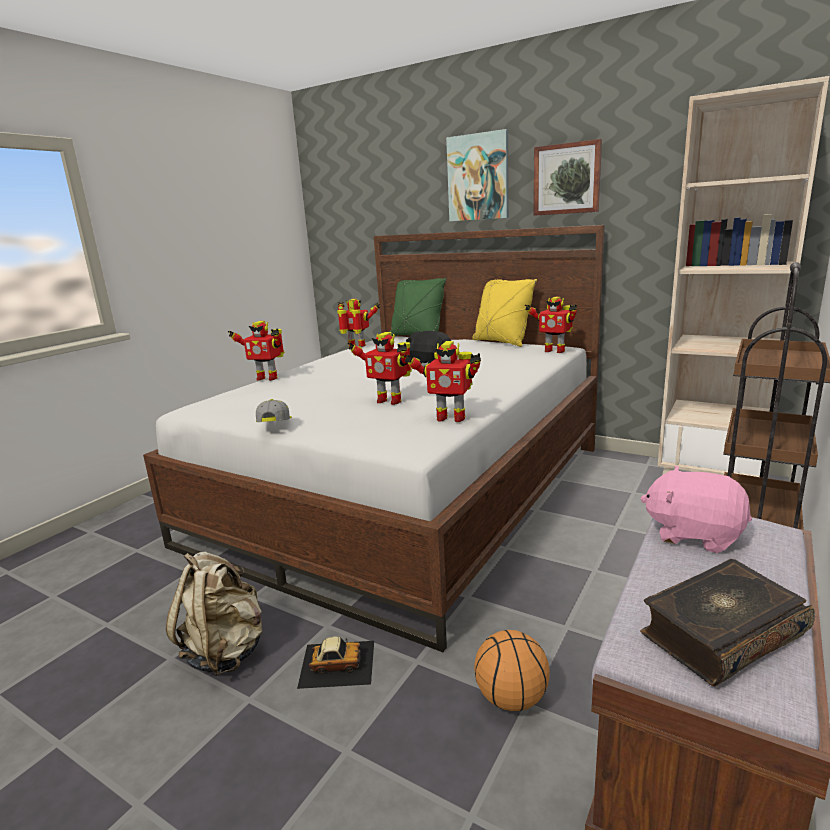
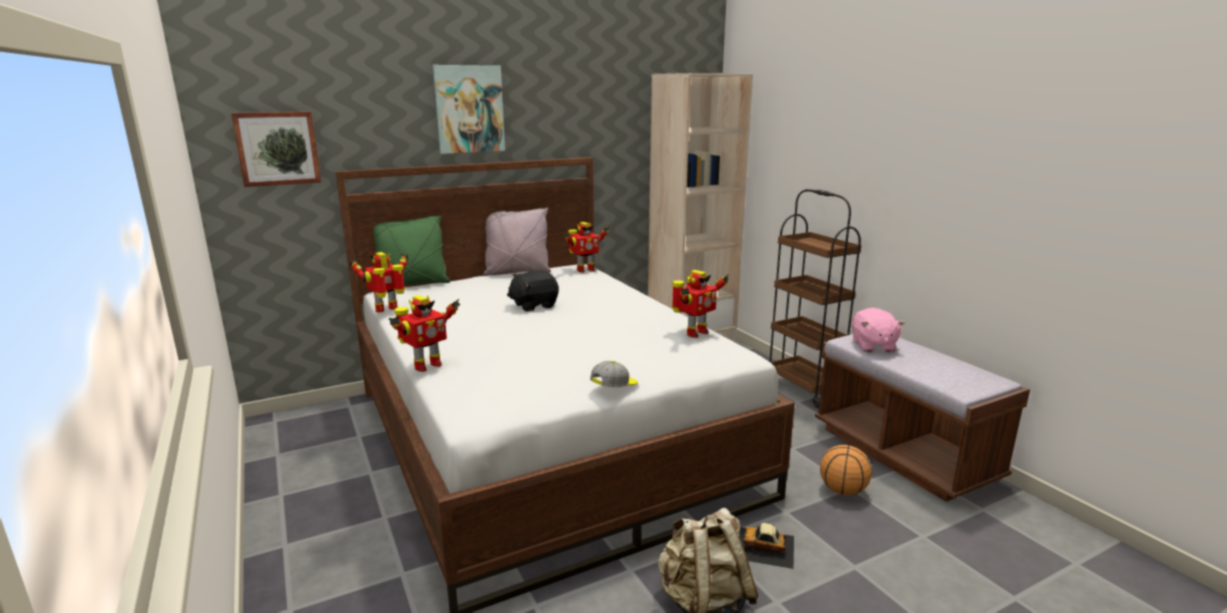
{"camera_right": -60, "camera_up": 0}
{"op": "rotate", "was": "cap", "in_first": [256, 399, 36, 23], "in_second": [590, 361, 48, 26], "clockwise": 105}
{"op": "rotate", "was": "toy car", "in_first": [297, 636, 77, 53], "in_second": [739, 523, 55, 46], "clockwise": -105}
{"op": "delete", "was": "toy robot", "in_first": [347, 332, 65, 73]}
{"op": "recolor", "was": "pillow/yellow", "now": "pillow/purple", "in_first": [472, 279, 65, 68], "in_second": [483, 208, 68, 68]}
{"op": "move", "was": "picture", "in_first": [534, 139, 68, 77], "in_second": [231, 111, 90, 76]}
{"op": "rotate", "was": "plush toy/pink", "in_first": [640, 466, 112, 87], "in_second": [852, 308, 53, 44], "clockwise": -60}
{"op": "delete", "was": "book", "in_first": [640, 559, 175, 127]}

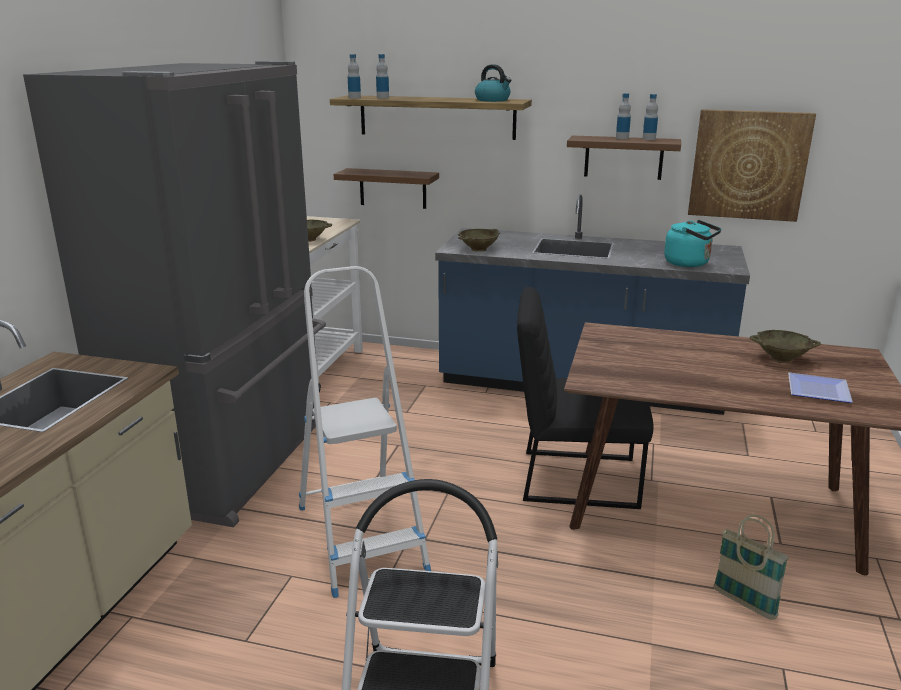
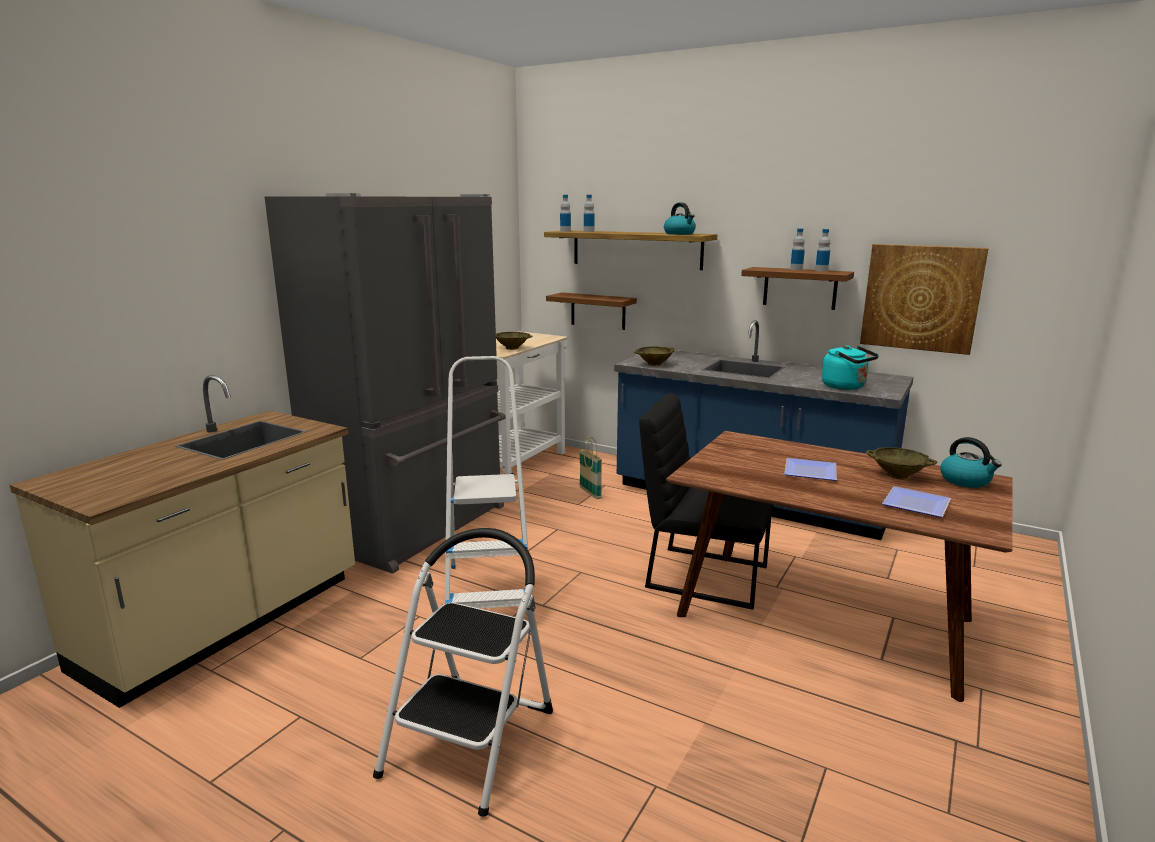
{"camera_right": 15, "camera_up": -5}
{"op": "move", "was": "basket", "in_first": [713, 515, 76, 105], "in_second": [579, 437, 23, 62]}
{"op": "insert", "now": "plate", "in_second": [784, 458, 53, 23]}
{"op": "insert", "now": "kettle", "in_second": [940, 437, 62, 51]}

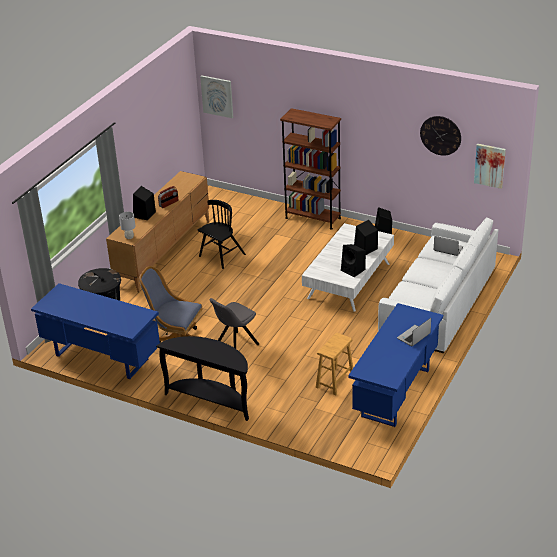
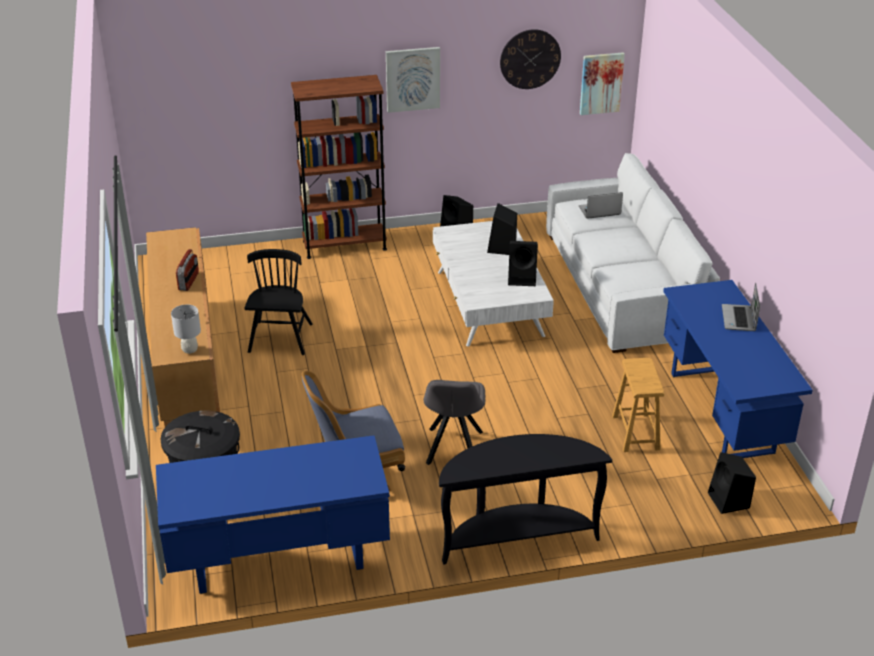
{"camera_right": -40, "camera_up": 0}
{"op": "move", "was": "speaker/black", "in_first": [133, 186, 23, 34], "in_second": [708, 452, 48, 62]}
{"op": "move", "was": "picture", "in_first": [200, 75, 33, 43], "in_second": [386, 47, 54, 66]}

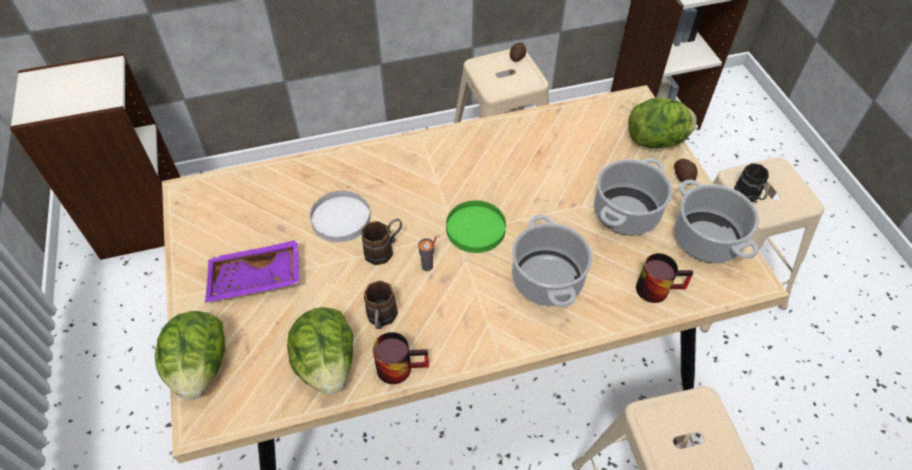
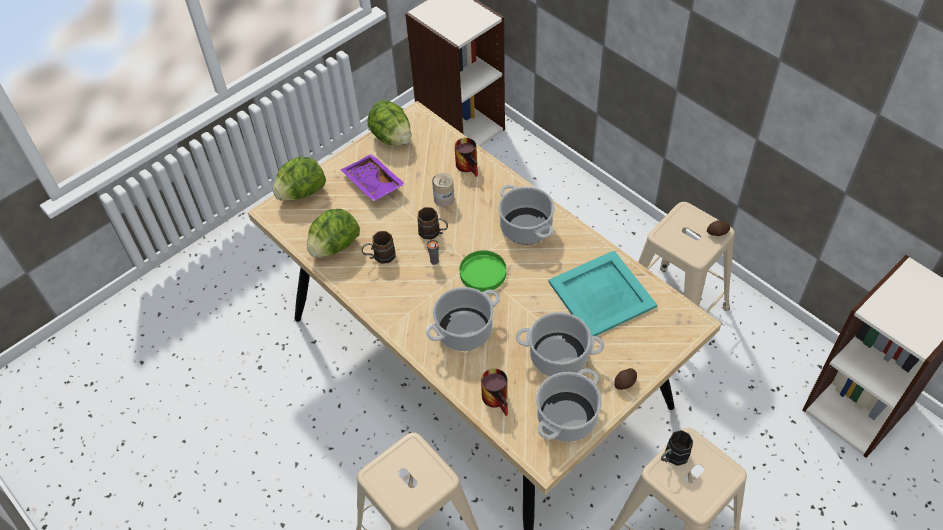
{"camera_right": 65, "camera_up": 0}
{"op": "replace", "was": "plate/white", "now": "can", "in_first": [310, 191, 60, 51], "in_second": [432, 173, 22, 34]}
{"op": "move", "was": "mug", "in_first": [373, 332, 56, 52], "in_second": [455, 138, 23, 39]}
{"op": "move", "was": "lettuce", "in_first": [628, 98, 69, 50], "in_second": [368, 100, 43, 46]}
{"op": "insert", "now": "cooking pot", "in_second": [498, 185, 57, 60]}
{"op": "insert", "now": "tray/turquoise", "in_second": [548, 250, 109, 86]}

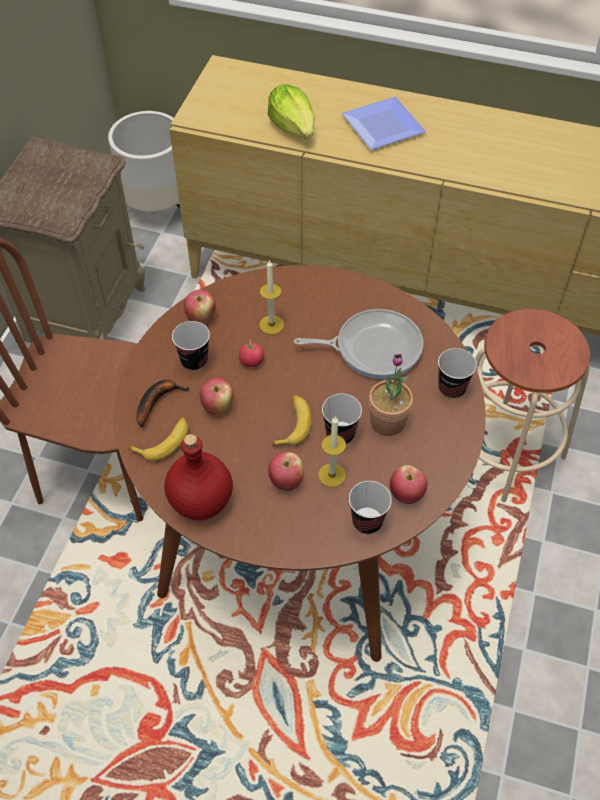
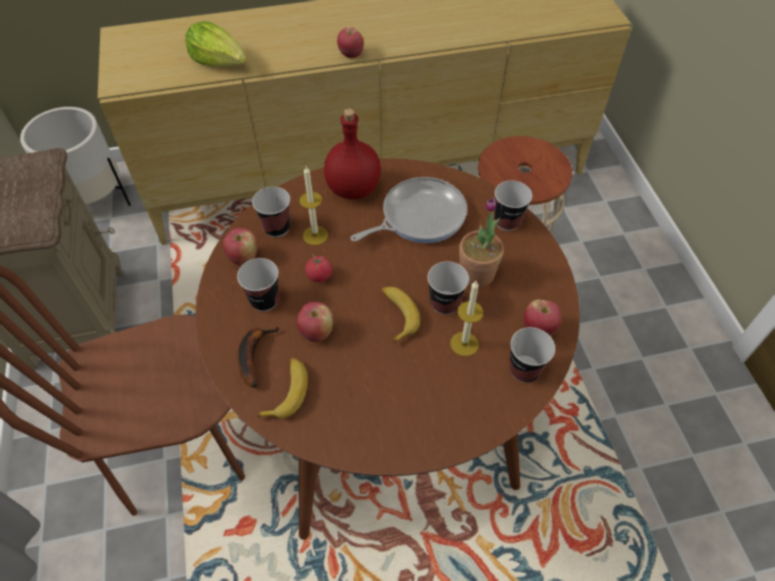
{"camera_right": -30, "camera_up": 0}
{"op": "move", "was": "bottle/red", "in_first": [164, 434, 69, 87], "in_second": [324, 108, 57, 91]}
{"op": "move", "was": "apple", "in_first": [268, 451, 36, 40], "in_second": [337, 27, 27, 31]}
{"op": "delete", "was": "plate", "in_first": [341, 96, 85, 54]}
{"op": "insert", "now": "cup", "in_second": [252, 187, 38, 50]}

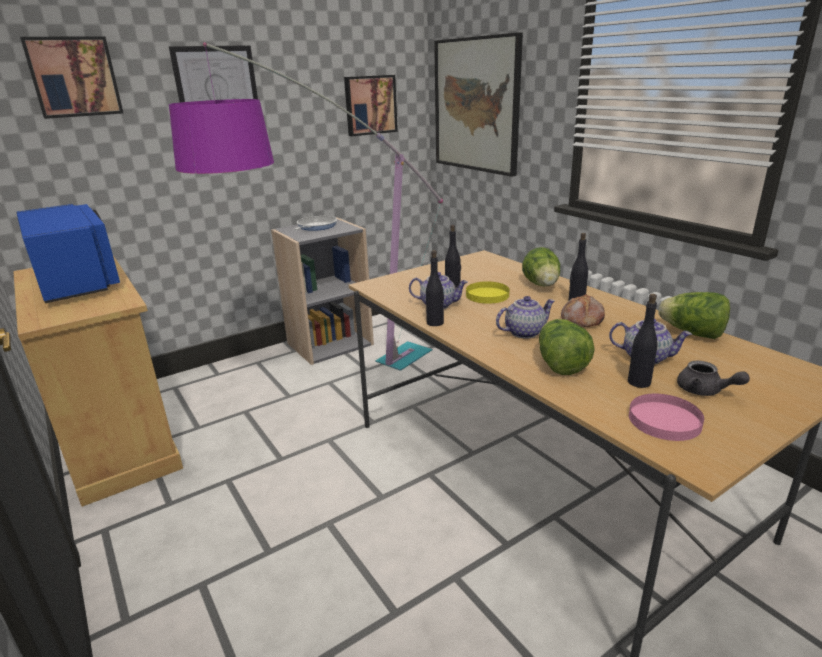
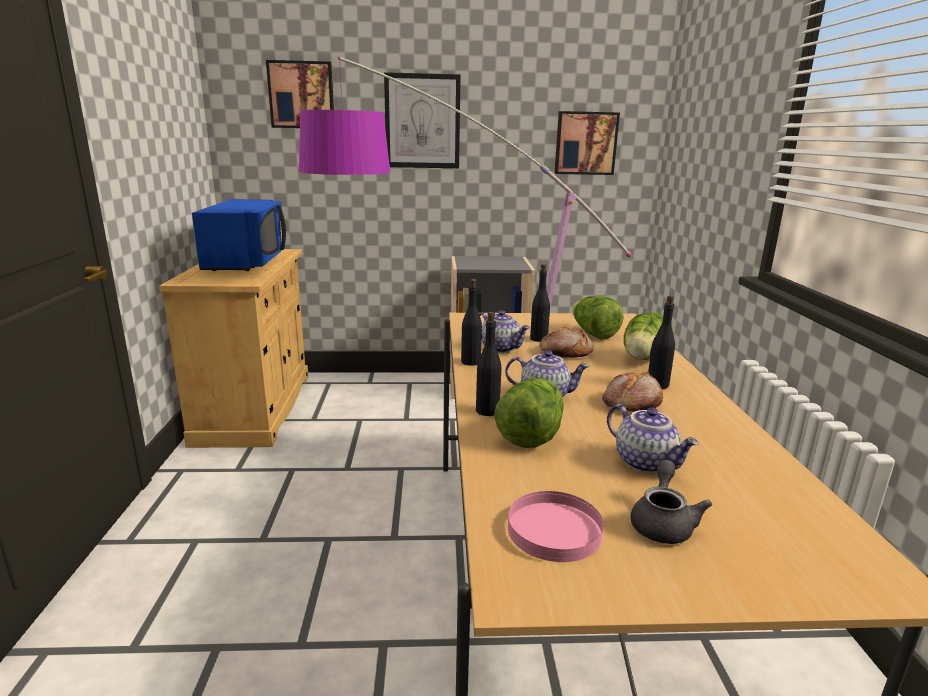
{"camera_right": 30, "camera_up": -5}
{"op": "delete", "was": "frying pan", "in_first": [294, 216, 43, 15]}
{"op": "delete", "was": "picture", "in_first": [434, 32, 89, 145]}
{"op": "replace", "was": "plate/yellow", "now": "bread", "in_first": [466, 281, 44, 23], "in_second": [540, 327, 54, 31]}
{"op": "move", "was": "bottle/black", "in_first": [628, 294, 30, 94], "in_second": [476, 312, 25, 104]}
{"op": "move", "was": "lettuce", "in_first": [659, 292, 71, 47], "in_second": [572, 296, 51, 43]}
{"op": "rotate", "was": "teapot/grey", "in_first": [677, 361, 73, 35], "in_second": [630, 460, 82, 84], "clockwise": -150}

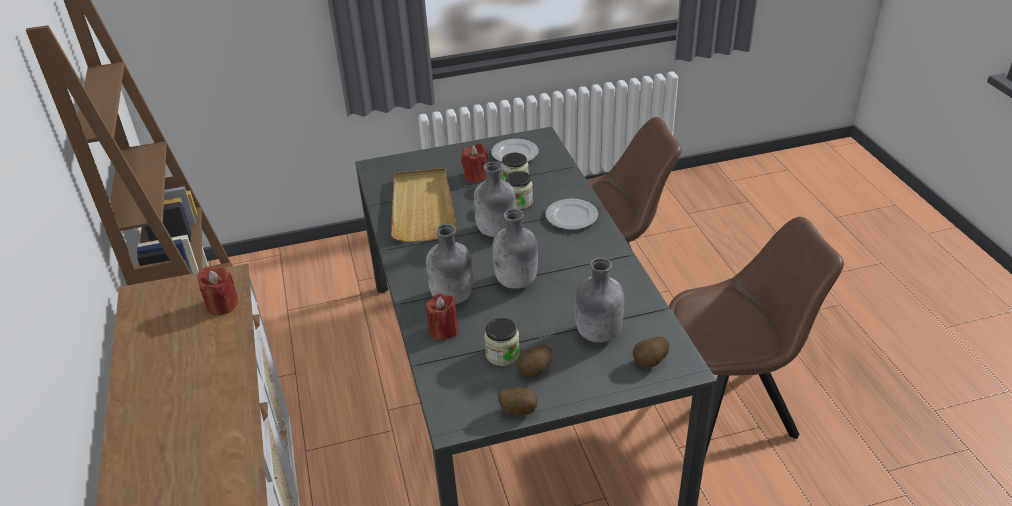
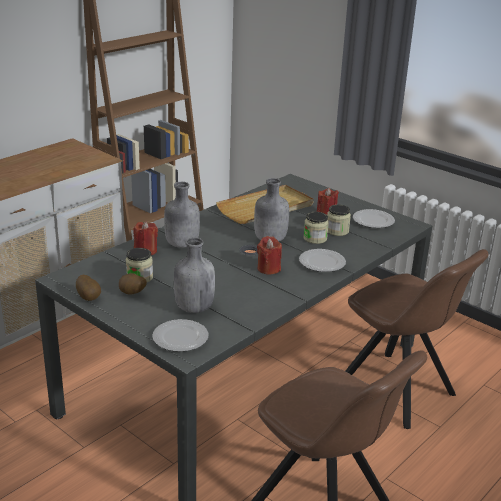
{"camera_right": 55, "camera_up": -10}
{"op": "move", "was": "candle/red", "in_first": [197, 267, 41, 48], "in_second": [257, 236, 25, 38]}
{"op": "delete", "was": "bottle/grey", "in_first": [492, 209, 46, 80]}
{"op": "replace", "was": "potato", "now": "plate", "in_first": [633, 337, 36, 30], "in_second": [152, 319, 57, 33]}

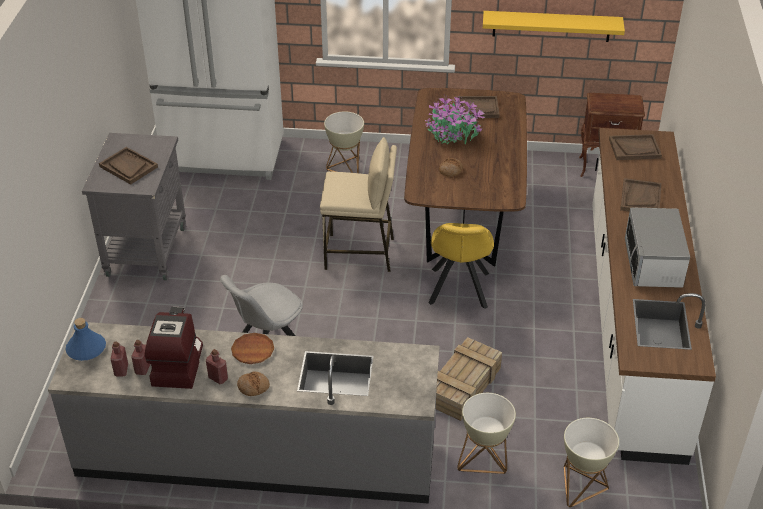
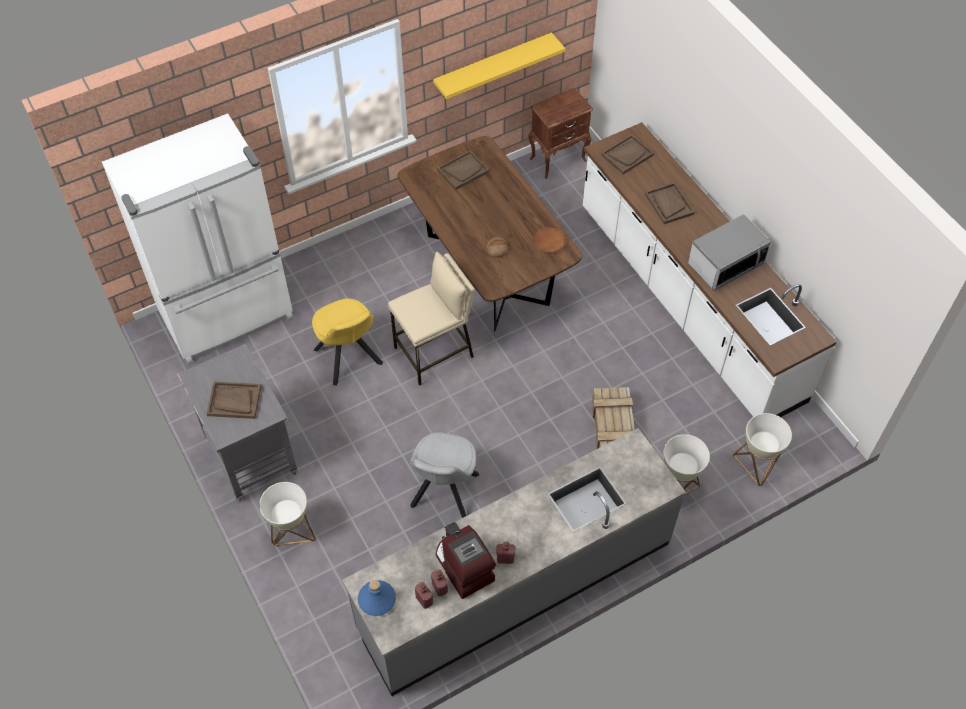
{"camera_right": -35, "camera_up": 15}
{"op": "move", "was": "plate/brown", "in_first": [231, 333, 43, 31], "in_second": [533, 227, 33, 27]}
{"op": "delete", "was": "bread", "in_first": [237, 371, 33, 25]}
{"op": "move", "was": "planter", "in_first": [324, 111, 40, 62], "in_second": [259, 482, 56, 64]}
{"op": "delete", "was": "potted plant", "in_first": [425, 96, 60, 48]}
{"op": "move", "was": "chair/yellow", "in_first": [428, 223, 66, 86], "in_second": [312, 299, 71, 87]}
{"op": "rotate", "was": "microwave", "in_first": [625, 207, 65, 81], "in_second": [688, 214, 83, 77], "clockwise": -90}

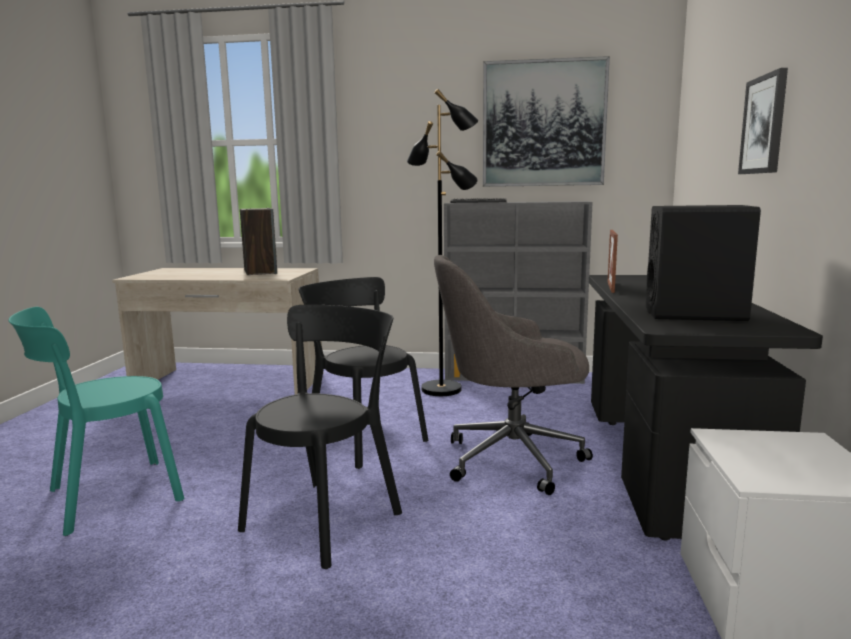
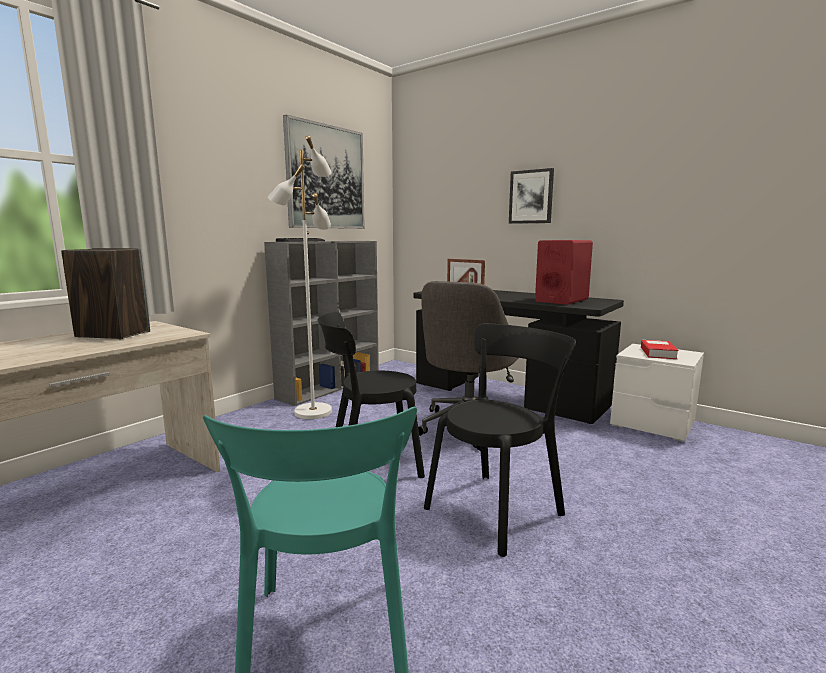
{"camera_right": -60, "camera_up": 0}
{"op": "rotate", "was": "chair/black", "in_first": [238, 305, 164, 264], "in_second": [424, 323, 152, 234], "clockwise": 75}
{"op": "recolor", "was": "floor lamp/black", "now": "floor lamp/white", "in_first": [407, 89, 71, 307], "in_second": [268, 135, 64, 284]}
{"op": "recolor", "was": "speaker/black", "now": "speaker/red", "in_first": [646, 205, 115, 116], "in_second": [535, 240, 58, 65]}
{"op": "insert", "now": "book", "in_second": [641, 340, 38, 19]}

